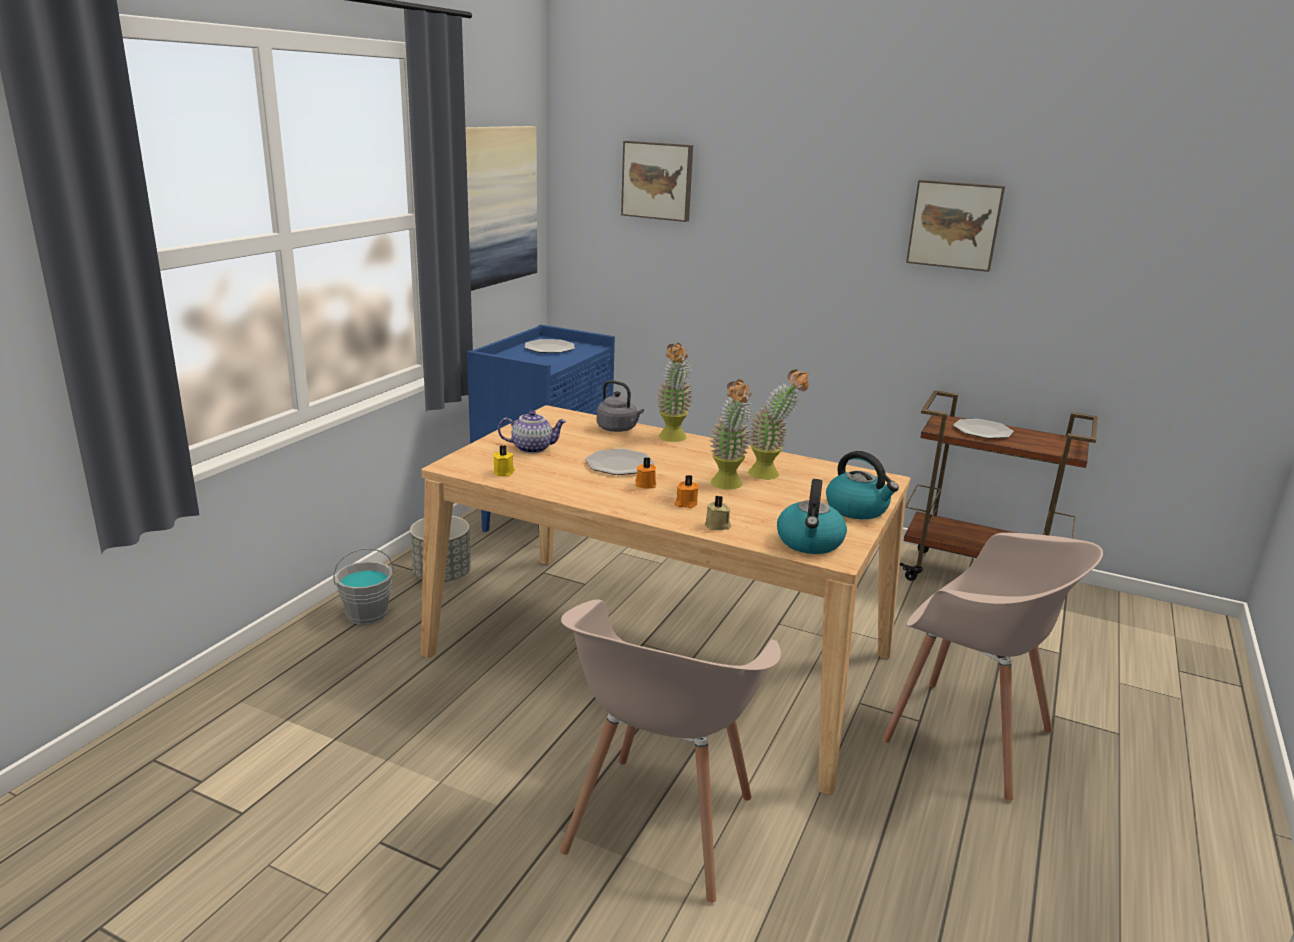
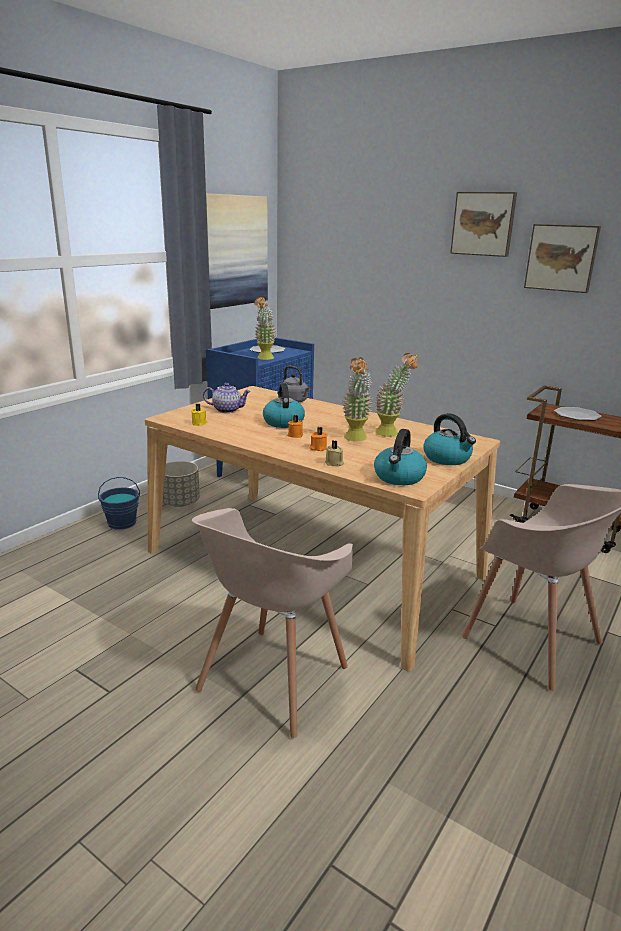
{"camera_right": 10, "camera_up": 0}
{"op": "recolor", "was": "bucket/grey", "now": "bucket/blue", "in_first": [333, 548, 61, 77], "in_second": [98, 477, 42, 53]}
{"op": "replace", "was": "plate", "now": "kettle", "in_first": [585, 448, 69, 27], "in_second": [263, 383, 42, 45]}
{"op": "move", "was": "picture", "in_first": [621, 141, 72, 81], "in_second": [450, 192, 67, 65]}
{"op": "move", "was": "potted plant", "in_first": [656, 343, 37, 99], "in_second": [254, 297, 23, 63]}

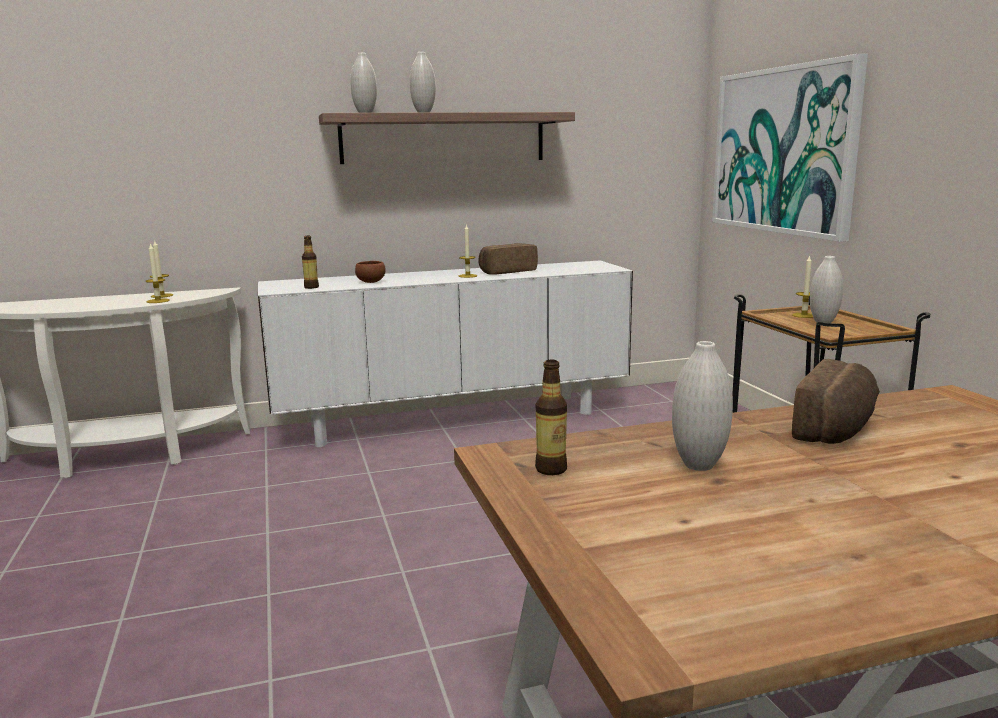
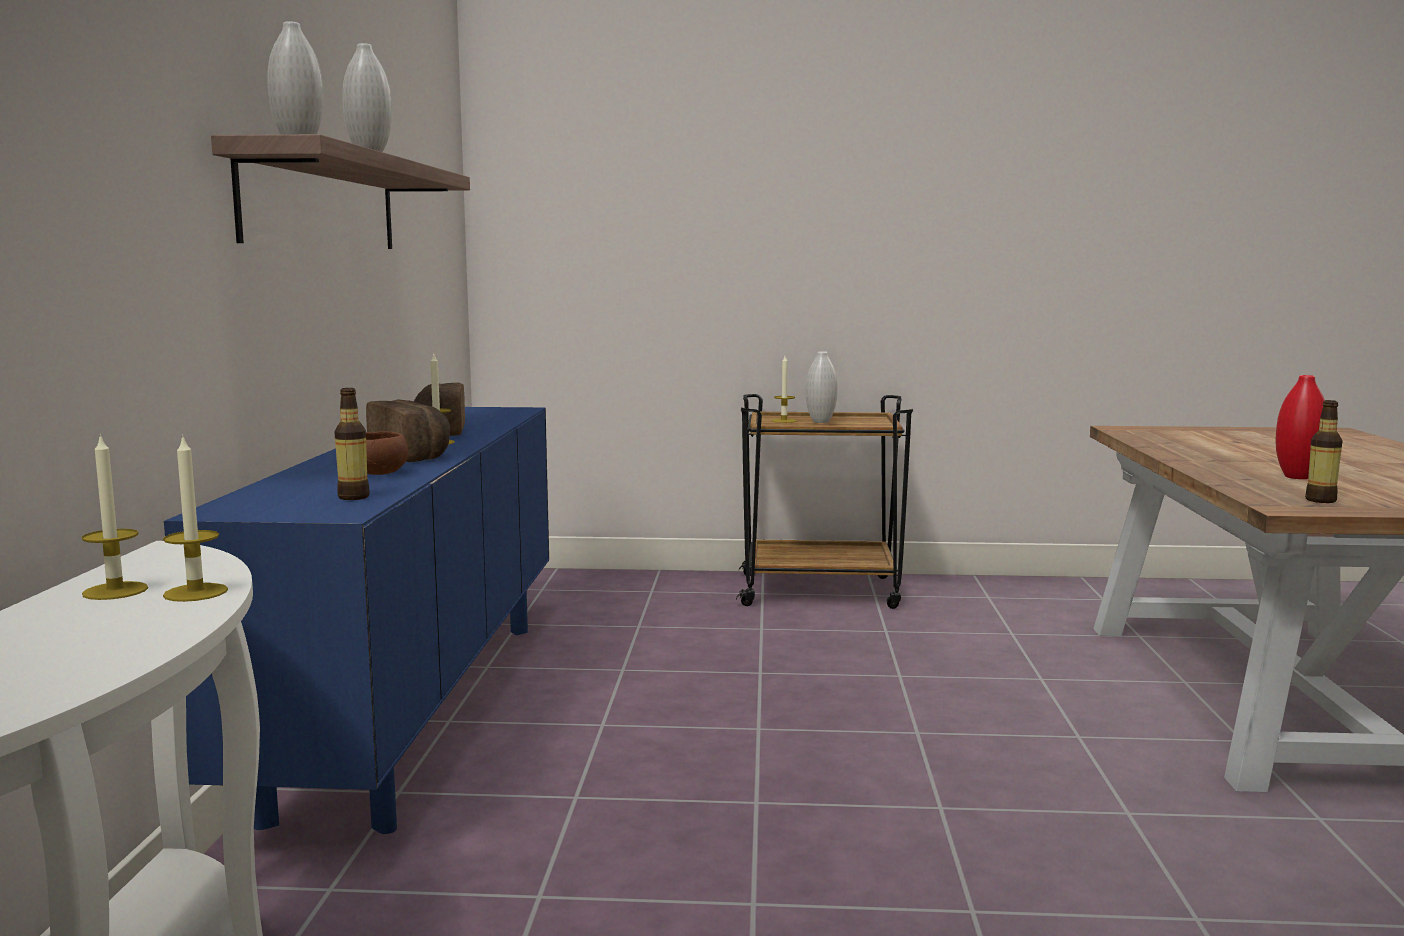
{"camera_right": -70, "camera_up": -5}
{"op": "recolor", "was": "cabinet/white", "now": "cabinet/blue", "in_first": [258, 260, 375, 187], "in_second": [164, 407, 385, 427]}
{"op": "recolor", "was": "vase/white", "now": "vase/red", "in_first": [672, 341, 61, 130], "in_second": [1276, 375, 49, 104]}
{"op": "delete", "was": "picture", "in_first": [712, 54, 156, 188]}
{"op": "move", "was": "bread", "in_first": [792, 359, 88, 85], "in_second": [366, 400, 84, 62]}

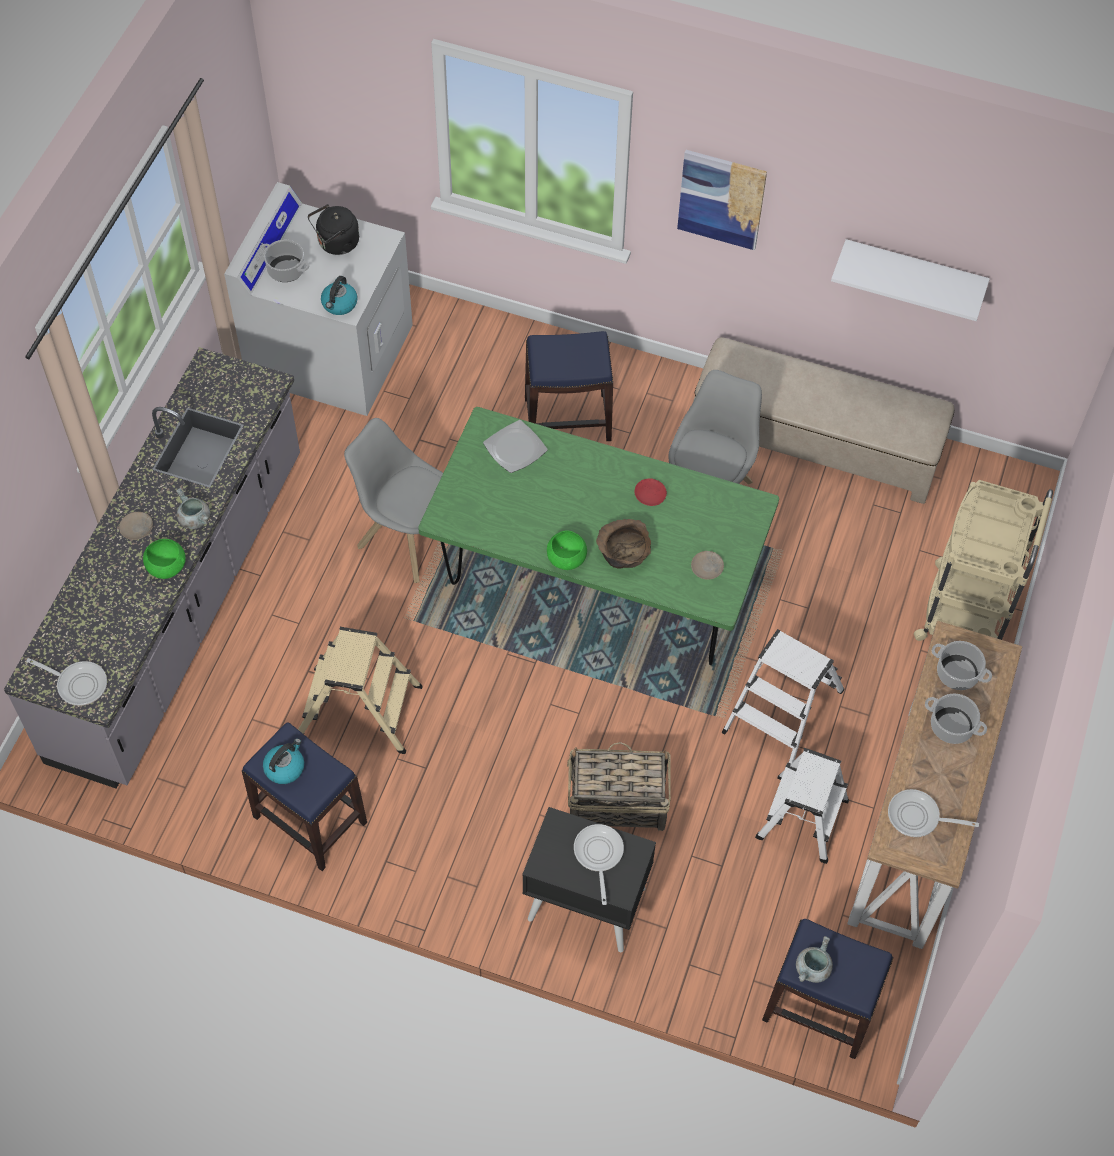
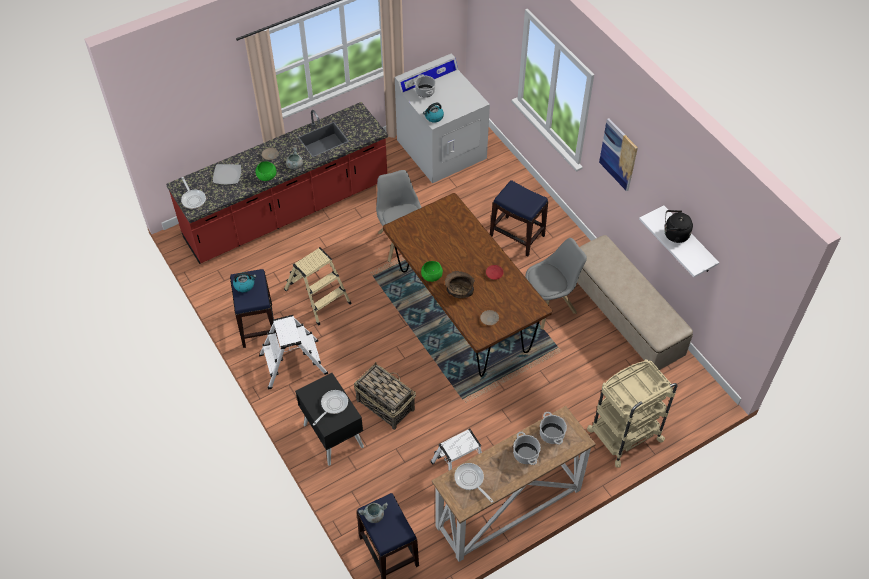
{"camera_right": 40, "camera_up": -5}
{"op": "recolor", "was": "counter/grey", "now": "counter/red", "in_first": [4, 347, 296, 442], "in_second": [166, 102, 222, 162]}
{"op": "move", "was": "kettle/black", "in_first": [308, 204, 51, 51], "in_second": [665, 210, 28, 33]}
{"op": "recolor", "was": "dining table/green", "now": "dining table/brown", "in_first": [418, 407, 361, 258], "in_second": [383, 193, 169, 184]}
{"op": "move", "was": "plate", "in_first": [483, 420, 65, 53], "in_second": [213, 164, 28, 21]}
{"op": "move", "was": "step ladder/white", "in_first": [722, 629, 123, 134], "in_second": [259, 315, 69, 75]}

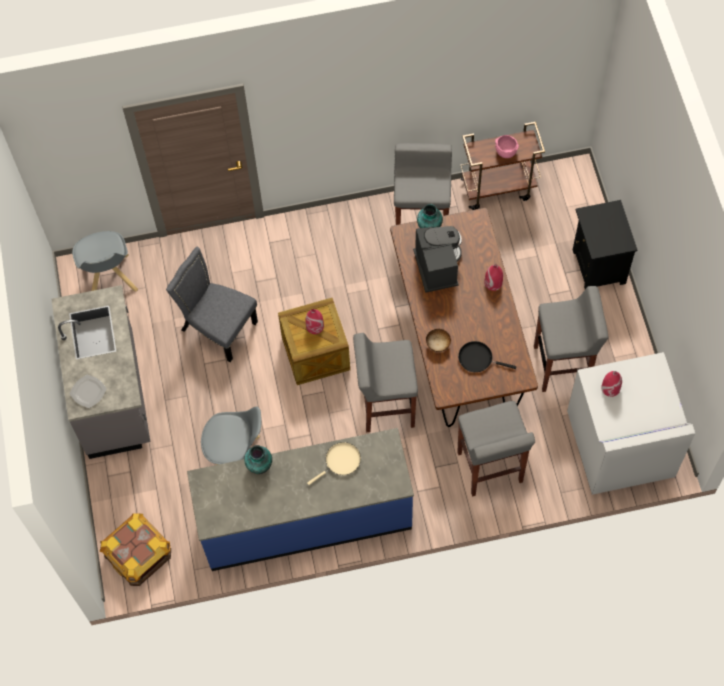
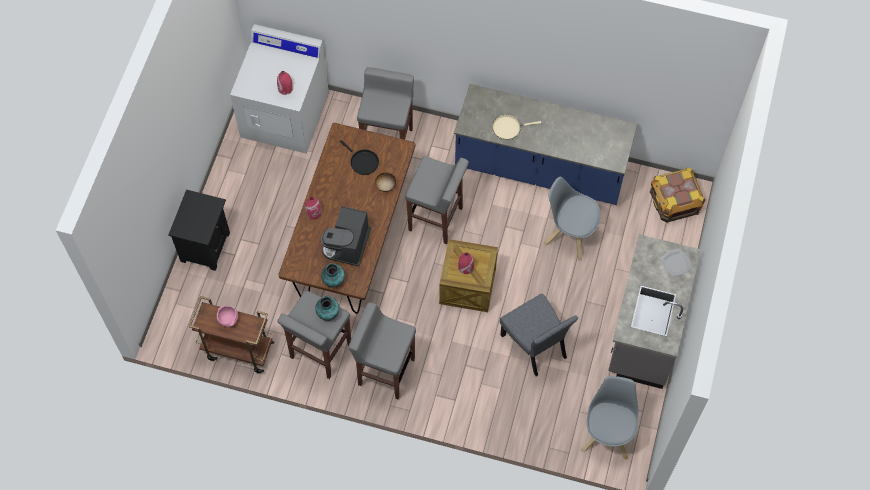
{"camera_right": -155, "camera_up": 0}
{"op": "move", "was": "vase", "in_first": [244, 445, 28, 29], "in_second": [315, 296, 24, 25]}
{"op": "move", "was": "stool/grey", "in_first": [534, 286, 74, 106], "in_second": [348, 302, 68, 97]}

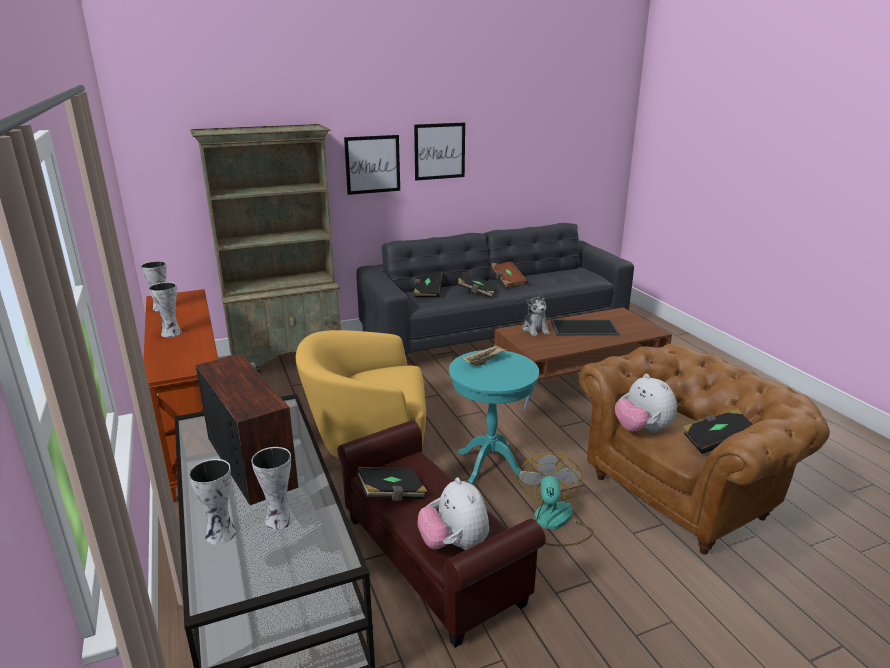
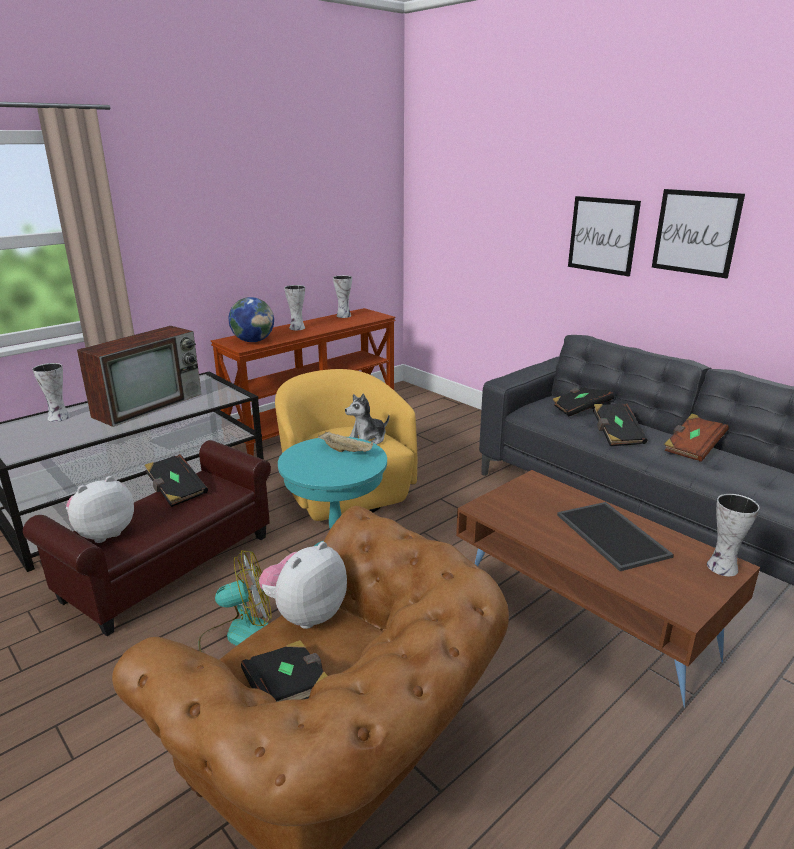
{"camera_right": 70, "camera_up": 0}
{"op": "delete", "was": "bookcase/green", "in_first": [190, 124, 151, 242]}
{"op": "move", "was": "vase", "in_first": [251, 447, 43, 83], "in_second": [707, 494, 53, 82]}
{"op": "move", "was": "plush toy", "in_first": [522, 293, 28, 43], "in_second": [345, 393, 44, 52]}
{"op": "insert", "now": "globe", "in_second": [228, 297, 46, 45]}

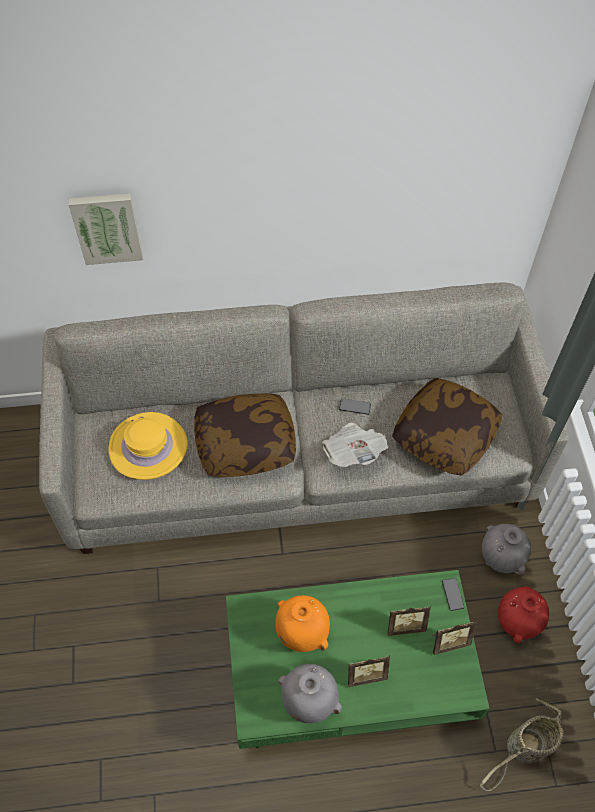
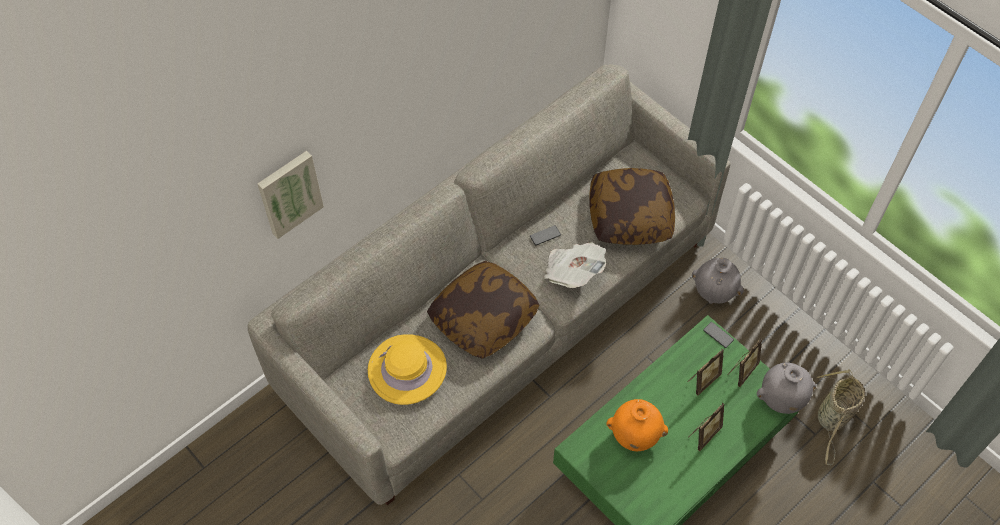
{"camera_right": -35, "camera_up": 0}
{"op": "move", "was": "vase/grey", "in_first": [278, 664, 64, 59], "in_second": [757, 363, 59, 51]}
{"op": "delete", "was": "vase/red", "in_first": [498, 586, 51, 58]}

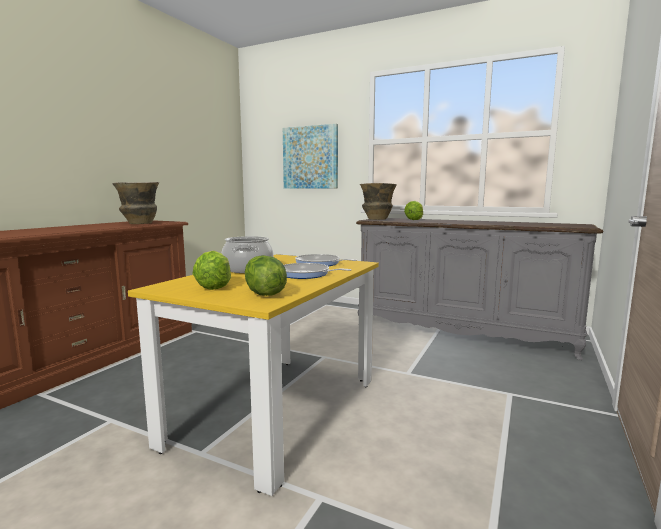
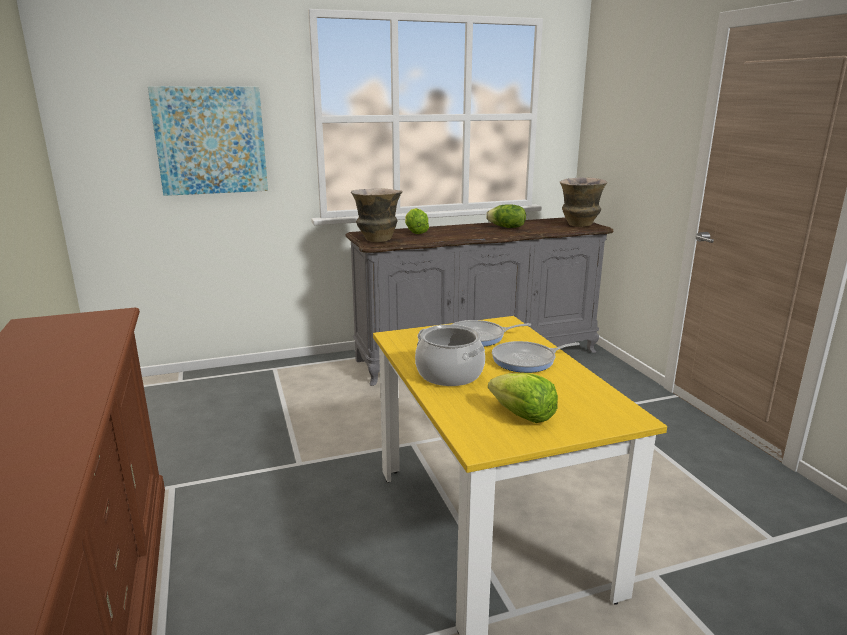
{"camera_right": -45, "camera_up": 10}
{"op": "move", "was": "vase", "in_first": [112, 182, 47, 42], "in_second": [560, 178, 47, 49]}
{"op": "move", "was": "lettuce", "in_first": [245, 255, 42, 41], "in_second": [486, 204, 40, 24]}

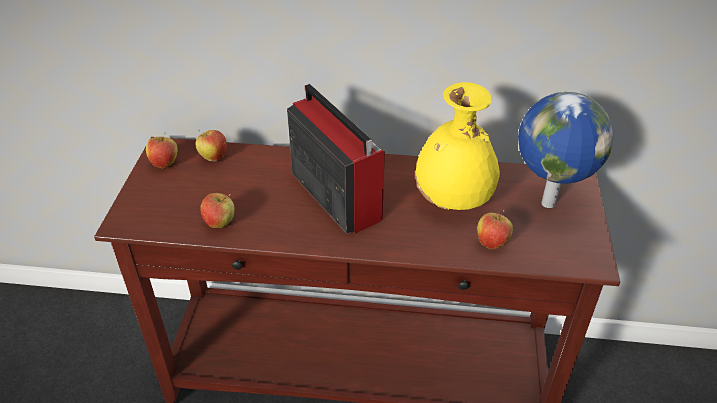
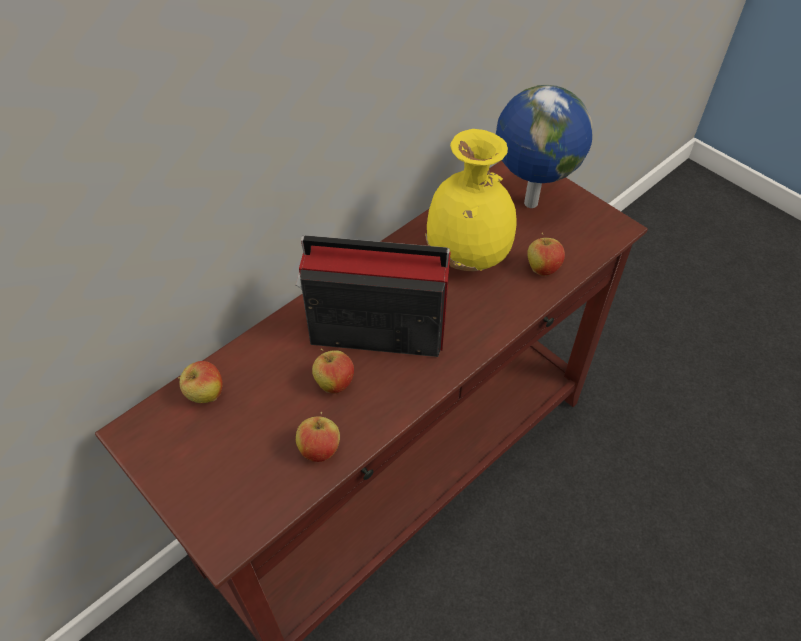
{"camera_right": -50, "camera_up": 10}
{"op": "move", "was": "apple", "in_first": [146, 132, 32, 36], "in_second": [312, 349, 42, 45]}

